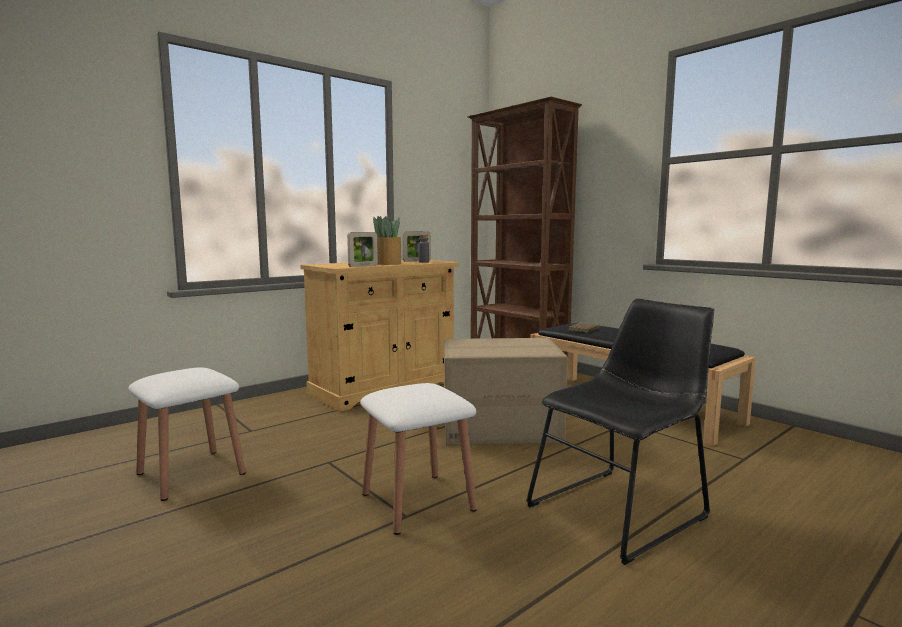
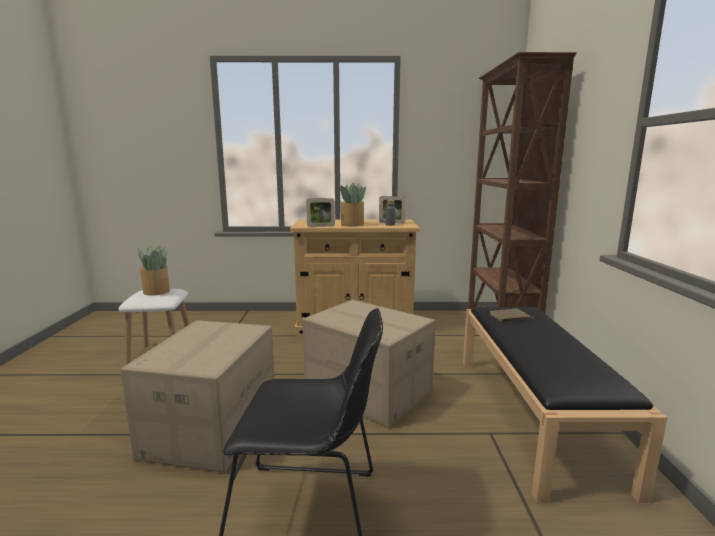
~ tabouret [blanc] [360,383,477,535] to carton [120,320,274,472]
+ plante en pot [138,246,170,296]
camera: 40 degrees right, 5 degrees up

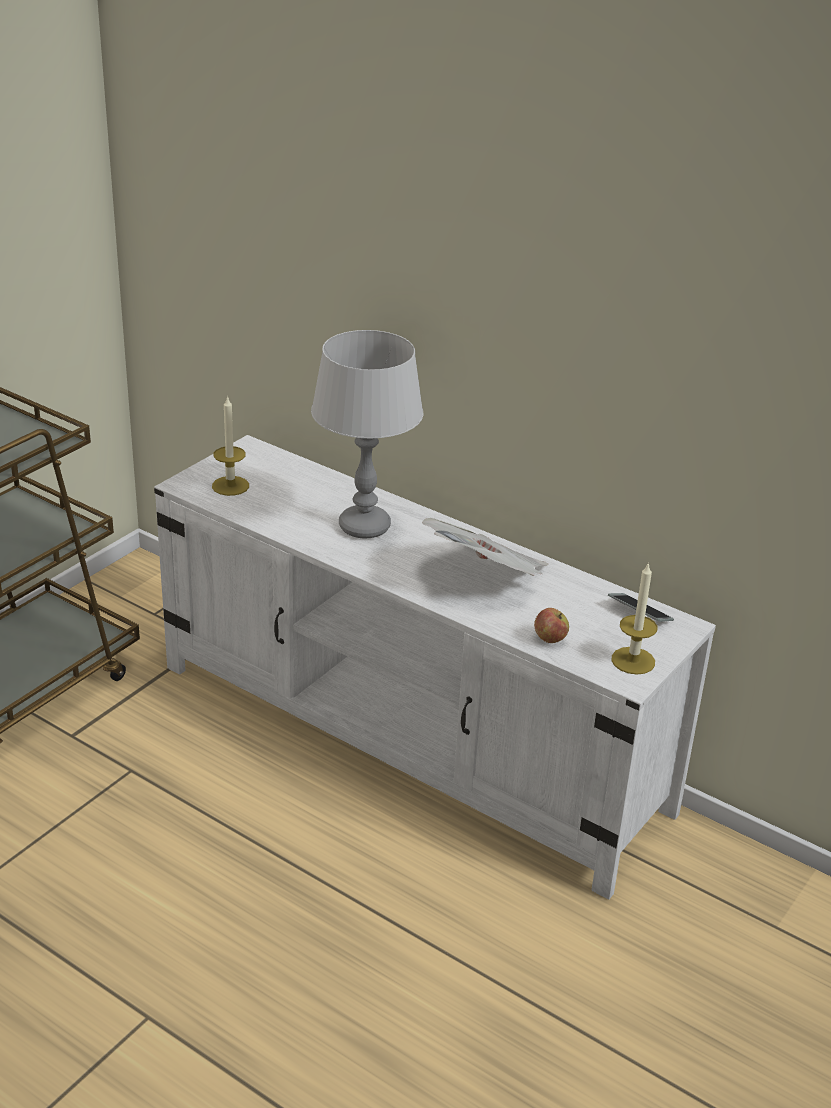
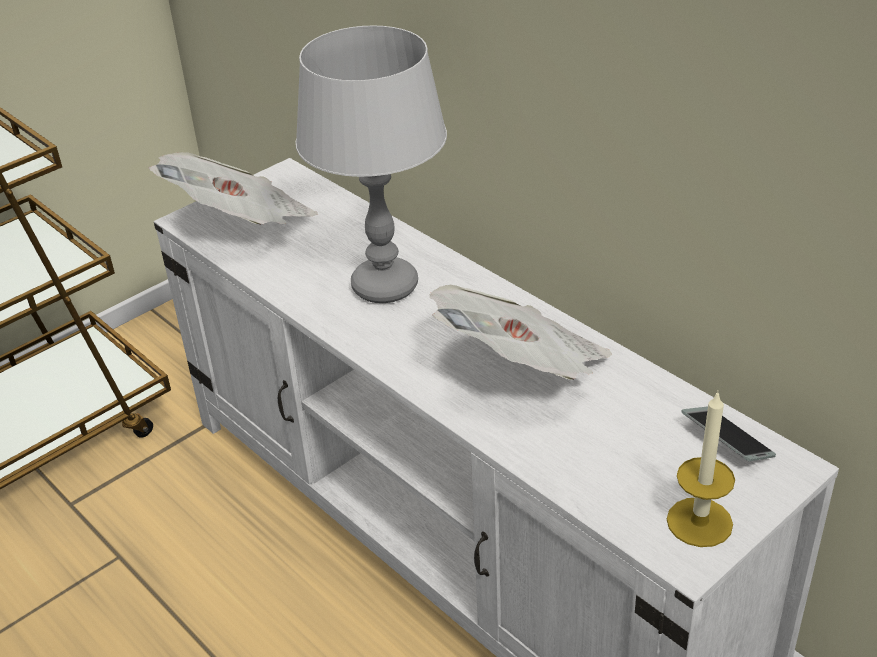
~ bougie [212,396,249,496] to journal [148,152,317,225]
- pomme [534,608,569,643]
camera: 15 degrees right, 5 degrees up

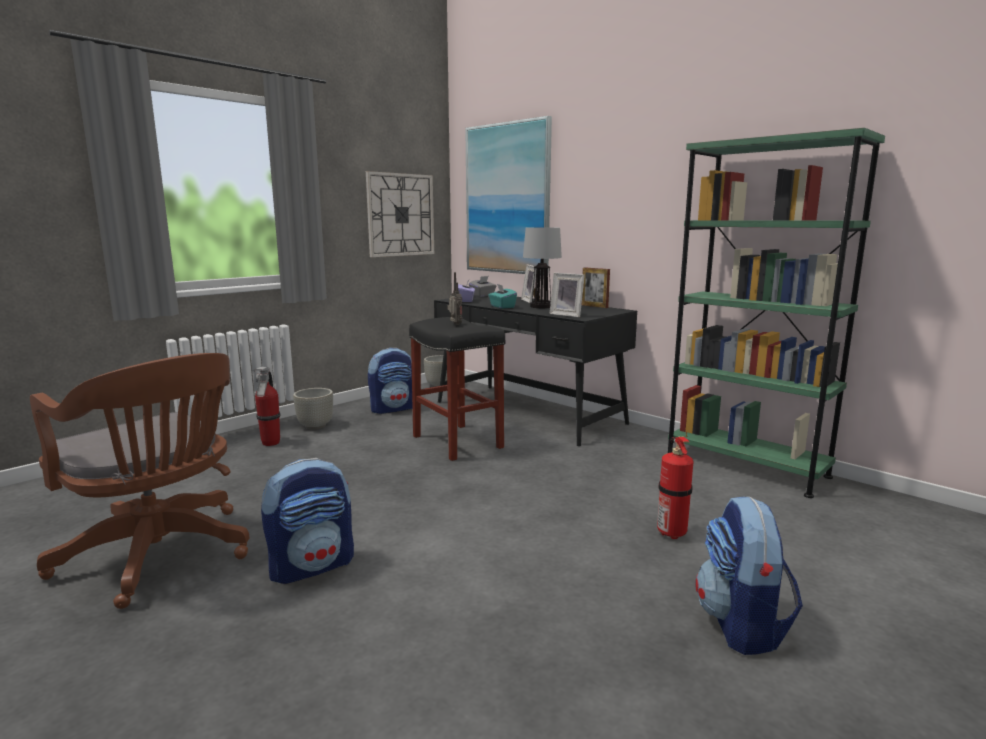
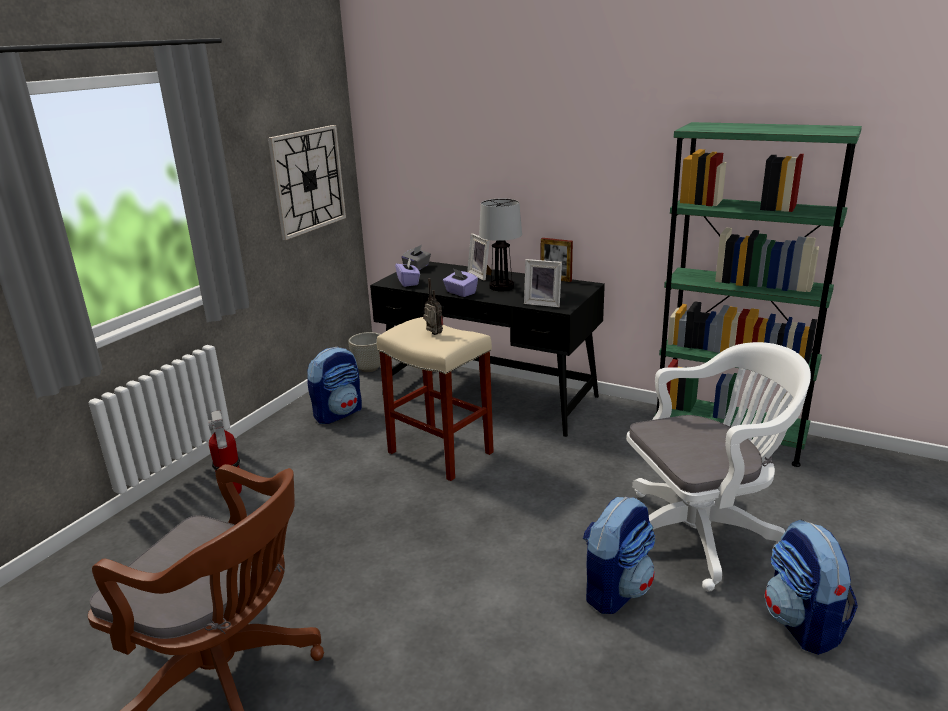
- tableau [465,116,552,276]
~ boîte à mouchoirs [turquoise] [488,284,517,309] to boîte à mouchoirs [violet] [443,268,478,297]
~ tabouret [noir] [409,317,505,461] to tabouret [beige] [377,317,494,481]
- cache-pot [gris] [293,388,333,430]
~ extincteur [657,428,694,539] to chaise de bureau [blanc] [627,342,811,592]
~ sac à dos [261,458,354,584] to [583,497,655,614]
camera: 15 degrees left, 10 degrees up

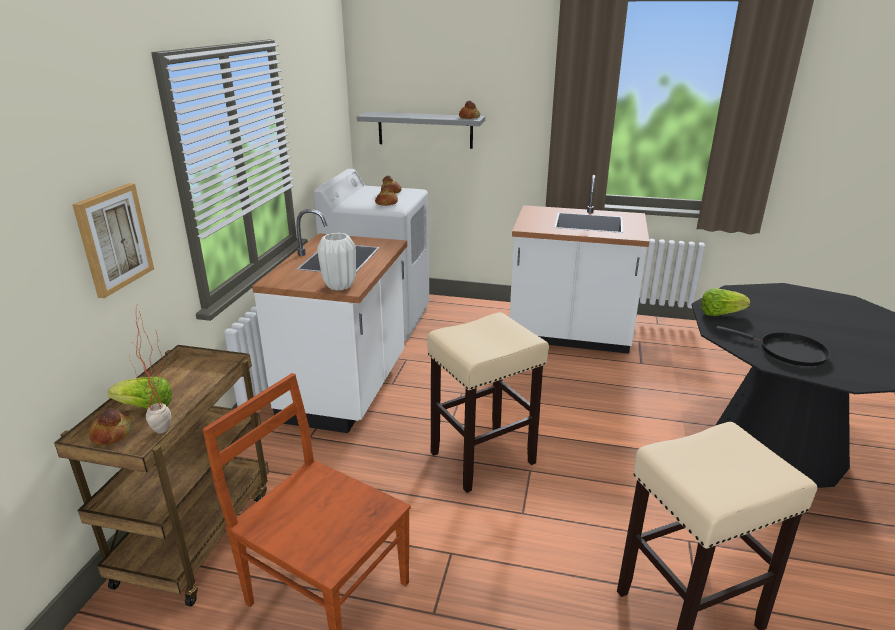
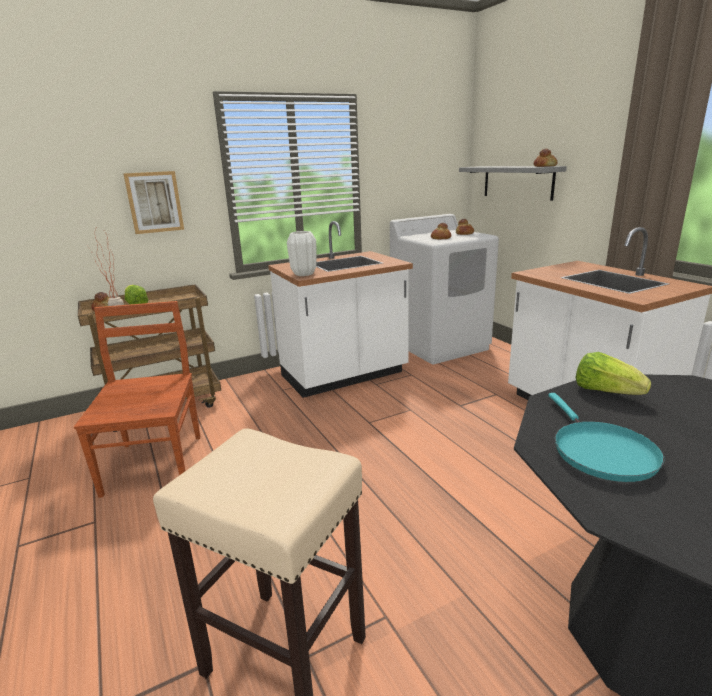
- tabouret [beige] [427,312,549,493]
~ poêle [noir] [716,326,830,366] to poêle [turquoise] [548,393,664,482]
camera: 50 degrees right, 5 degrees down

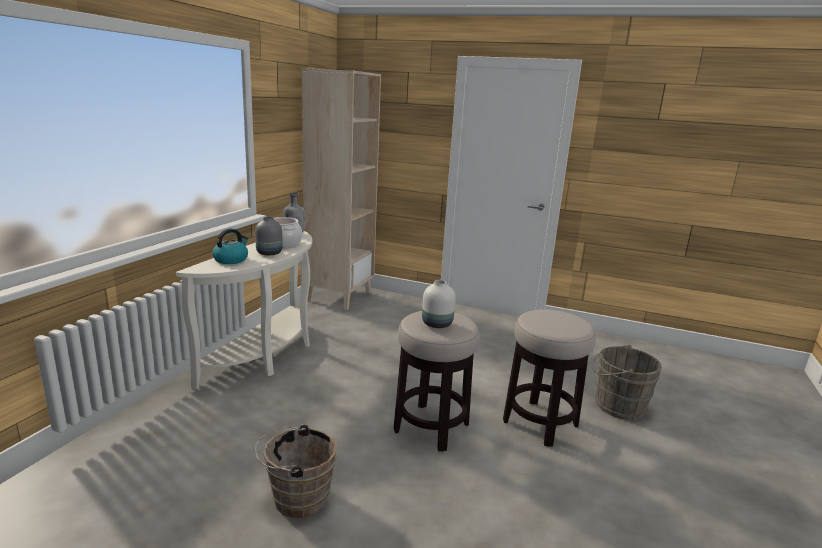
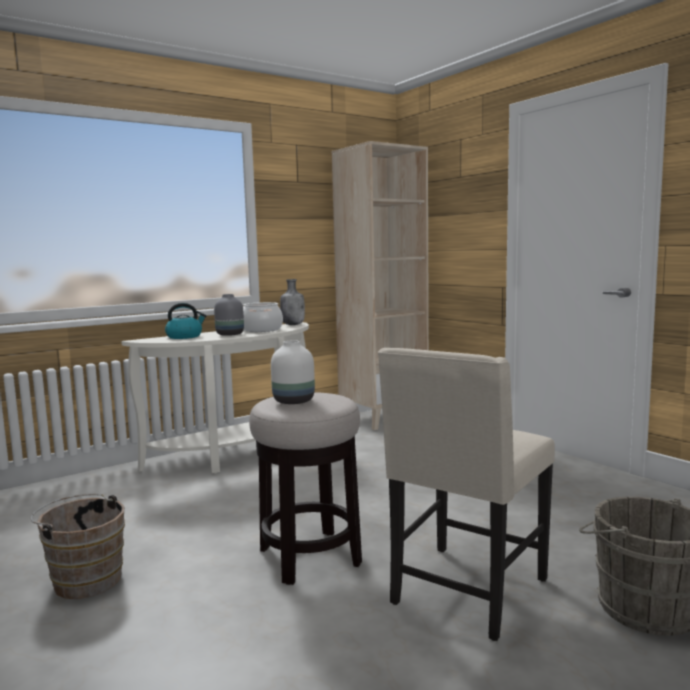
~ tabouret [503,309,596,447] to chaise [beige] [378,348,555,641]
camera: 35 degrees right, 10 degrees down

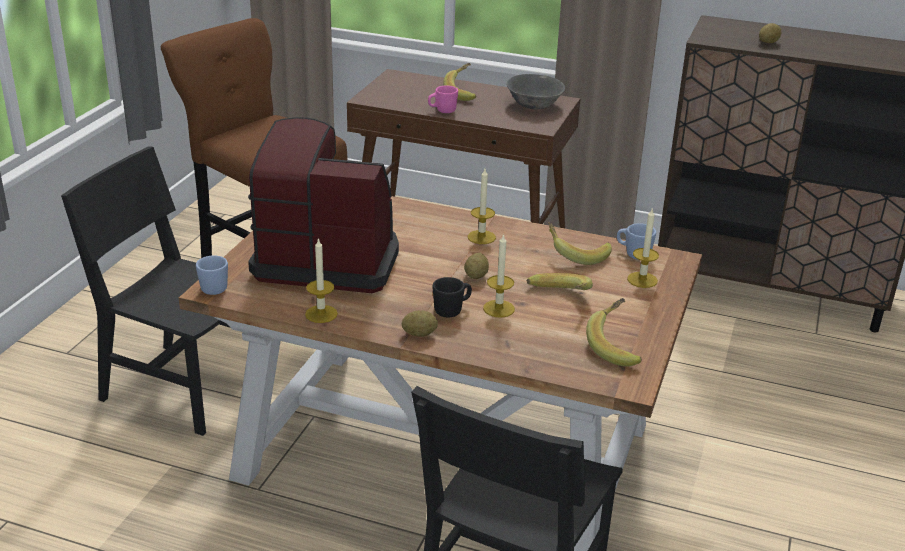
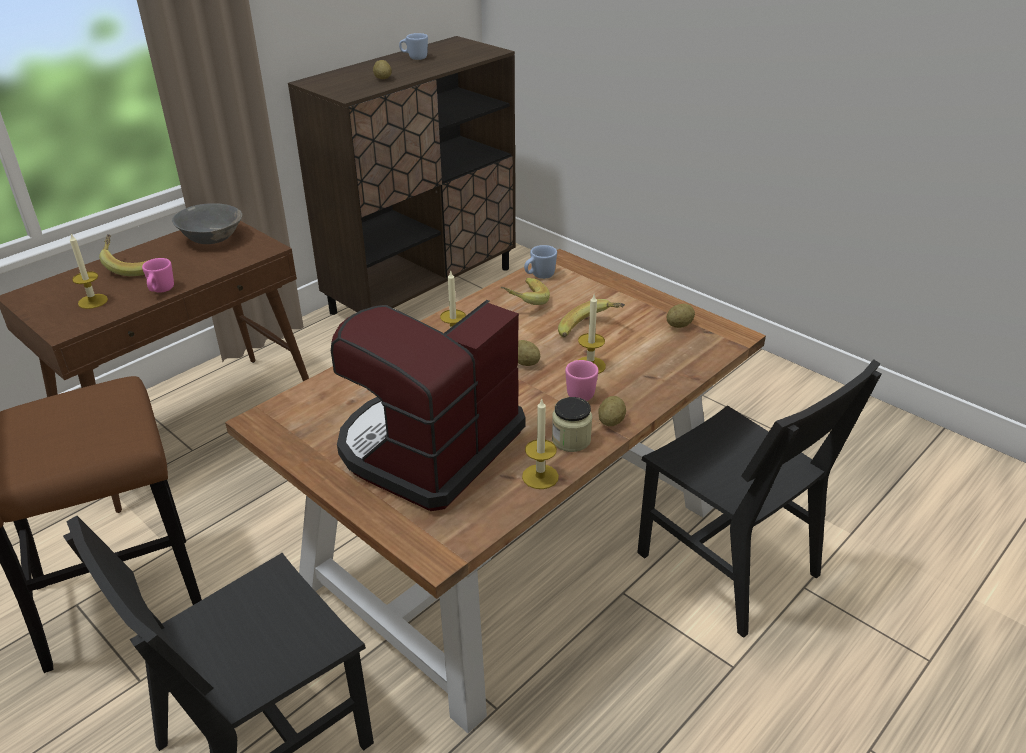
~ bougie [627,207,659,288] to [70,234,108,309]
~ mug [bleu] [196,255,228,295] to [399,33,428,60]
~ mug [noir] [432,277,472,318] to mug [rose] [565,360,598,401]
~ banane [586,298,642,367] to pomme de terre [667,304,695,328]
+ bocal [552,397,592,452]
camera: 65 degrees left, 5 degrees up

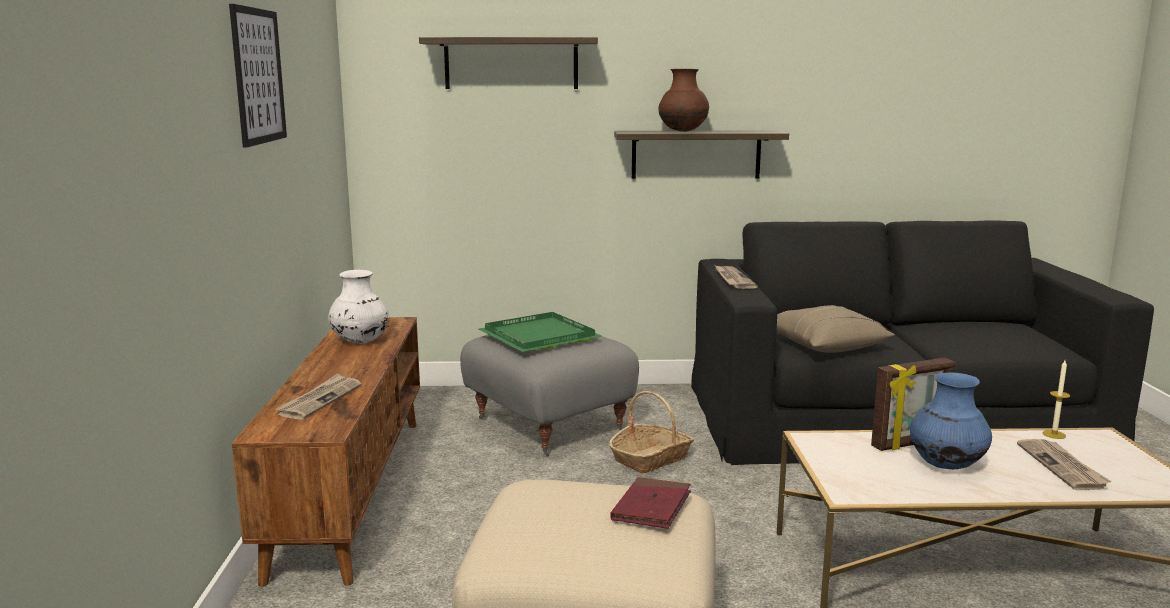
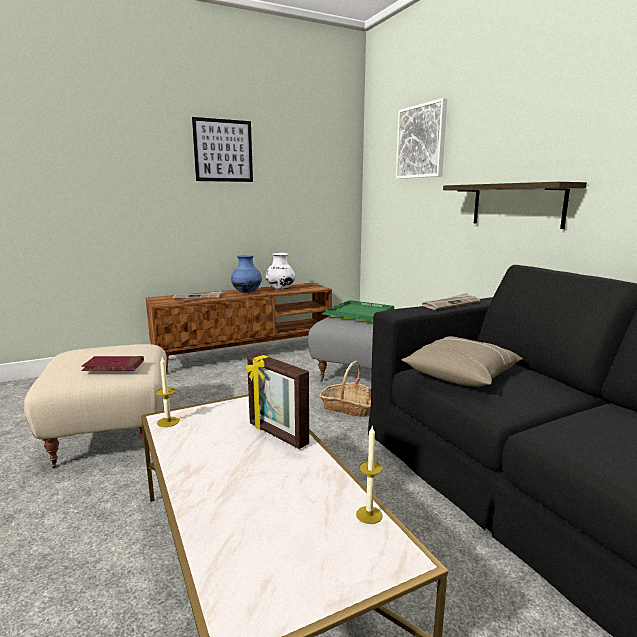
~ étagère [419,37,598,89] to tableau [396,98,447,179]
- vase [marron] [658,69,709,132]
~ vase [bleu] [910,373,992,469] to [231,255,262,293]
- journal [1017,439,1111,490]
+ bougie [156,357,180,427]
camera: 65 degrees right, 0 degrees up

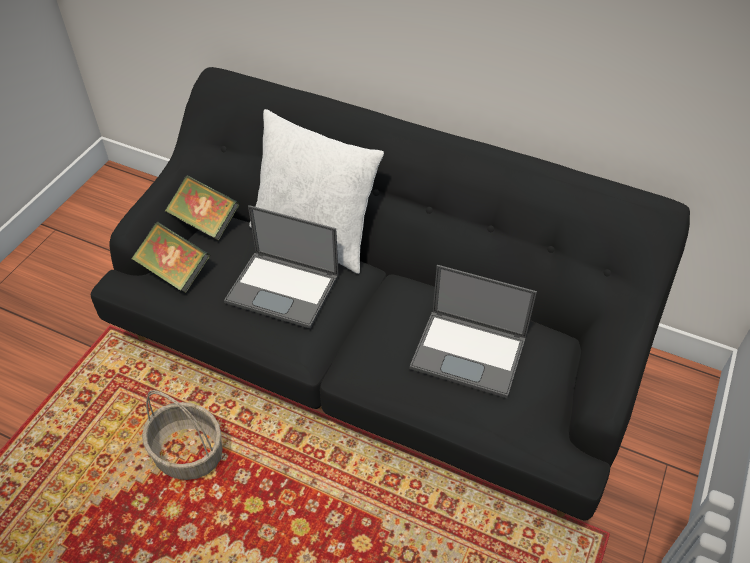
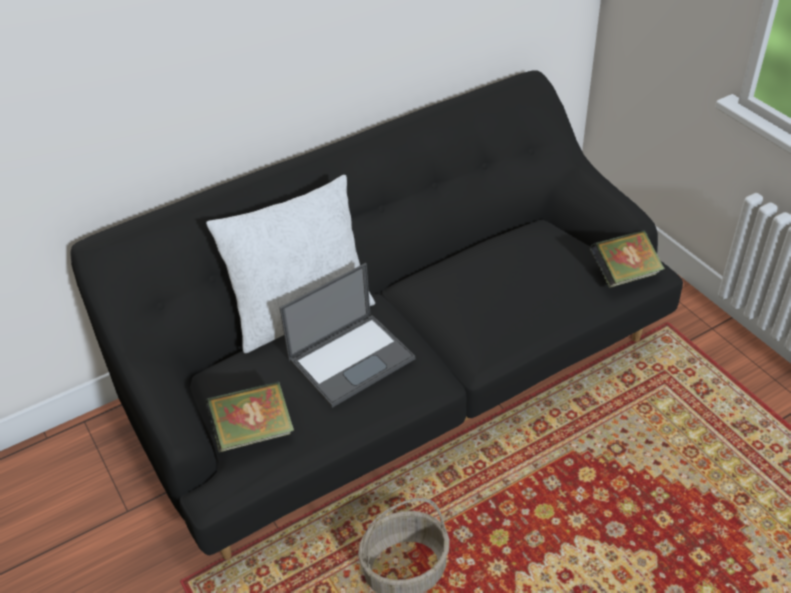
~ livre [165,175,240,241] to [589,230,665,288]
- ordinateur portable [409,265,537,398]
camera: 55 degrees left, 5 degrees down

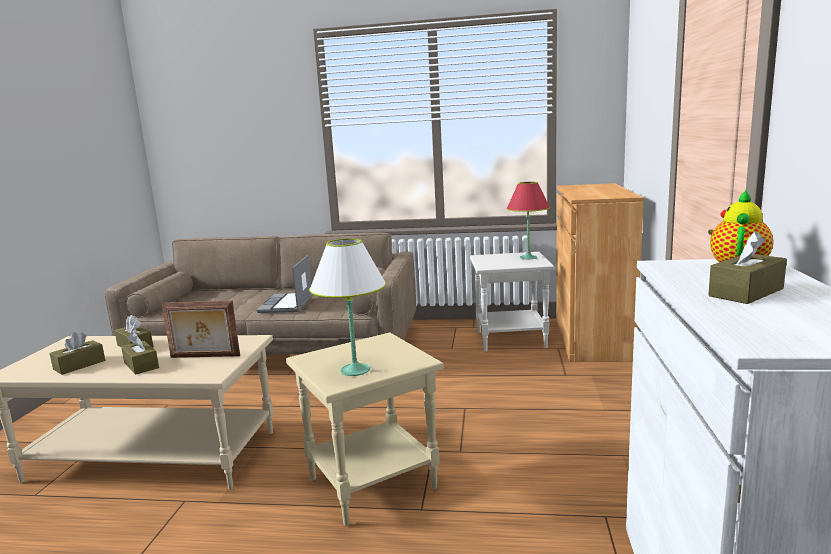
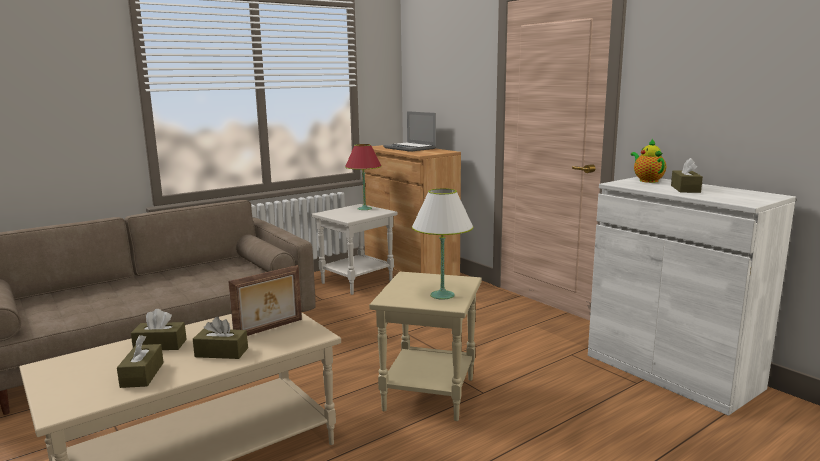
~ ordinateur portable [256,255,313,313] to [383,111,436,152]
camera: 45 degrees left, 0 degrees up

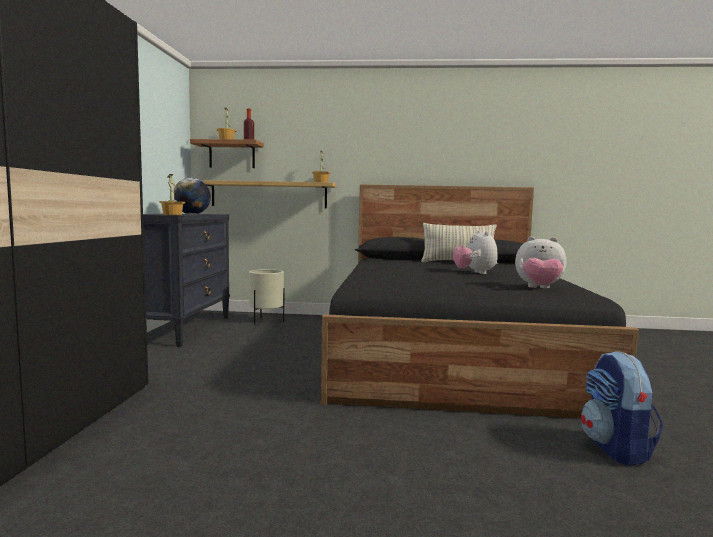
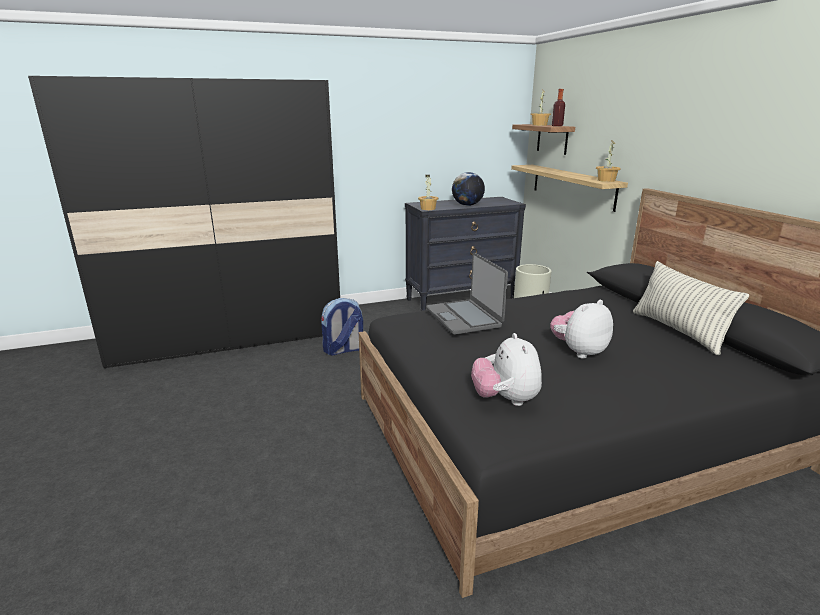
~ sac à dos [581,351,663,466] to [321,298,363,356]
+ ordinateur portable [426,252,508,335]
camera: 65 degrees right, 15 degrees up

